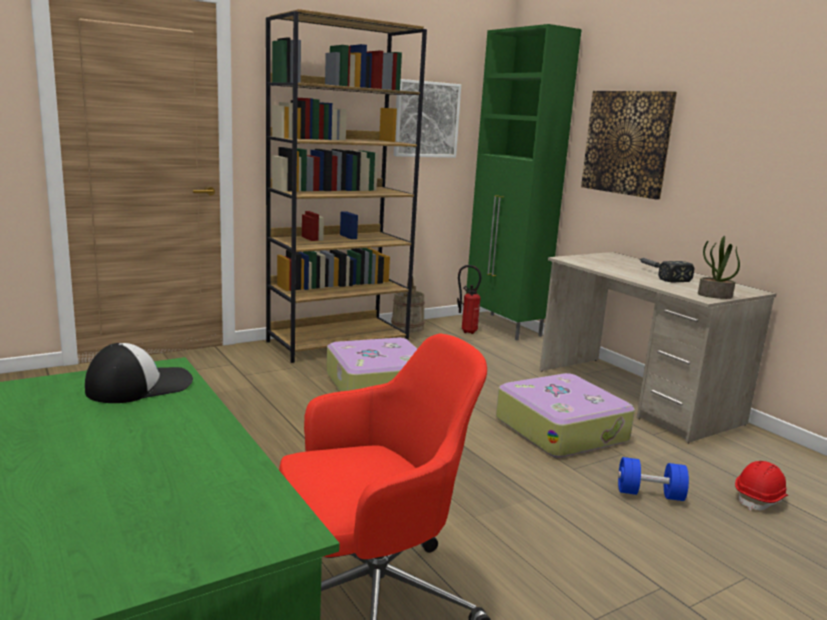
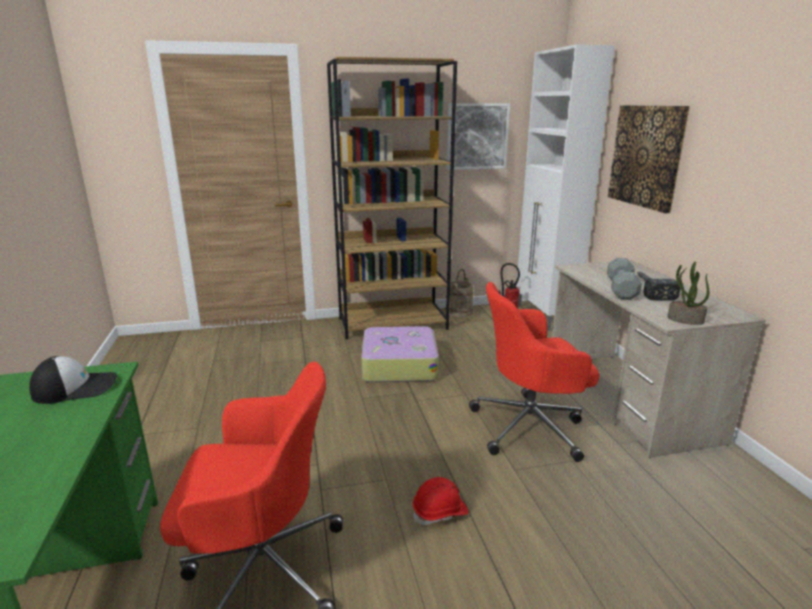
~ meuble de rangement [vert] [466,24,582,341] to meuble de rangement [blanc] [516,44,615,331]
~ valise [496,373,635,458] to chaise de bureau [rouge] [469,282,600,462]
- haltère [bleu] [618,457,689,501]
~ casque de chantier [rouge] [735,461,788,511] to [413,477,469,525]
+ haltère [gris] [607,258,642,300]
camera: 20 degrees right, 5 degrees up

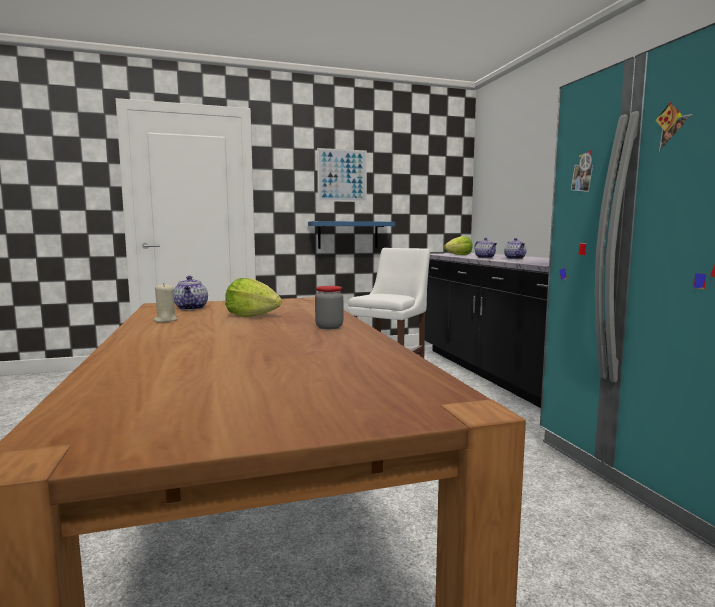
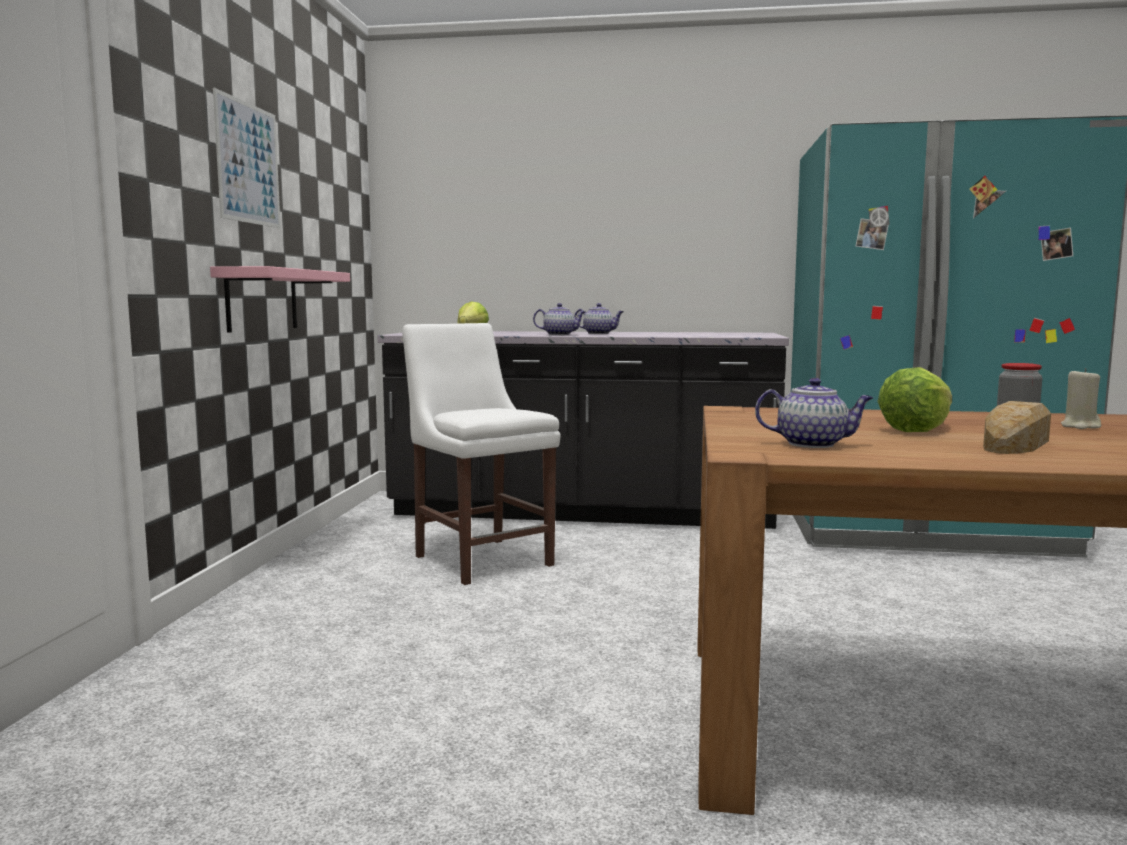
~ étagère [bleu] [308,221,395,249] to étagère [rose] [210,266,350,333]
~ bougie [beige] [153,283,178,322] to [1061,368,1101,429]
+ pain [983,401,1051,454]
camera: 65 degrees left, 0 degrees up

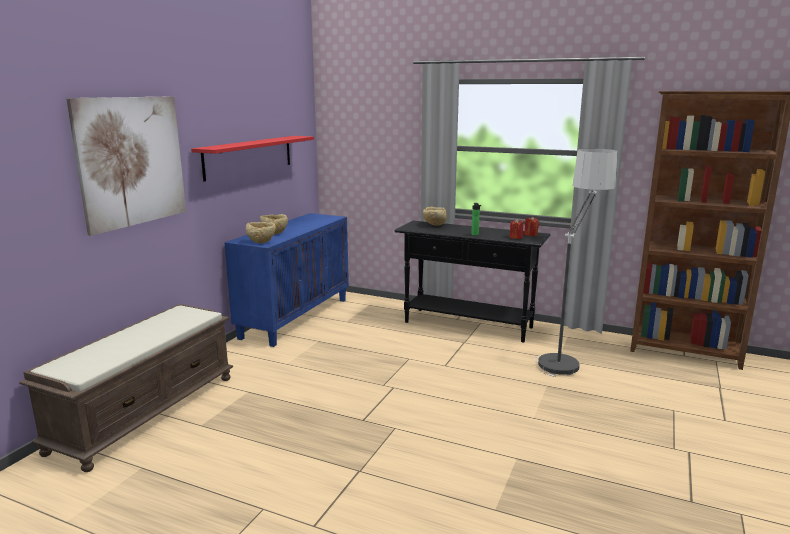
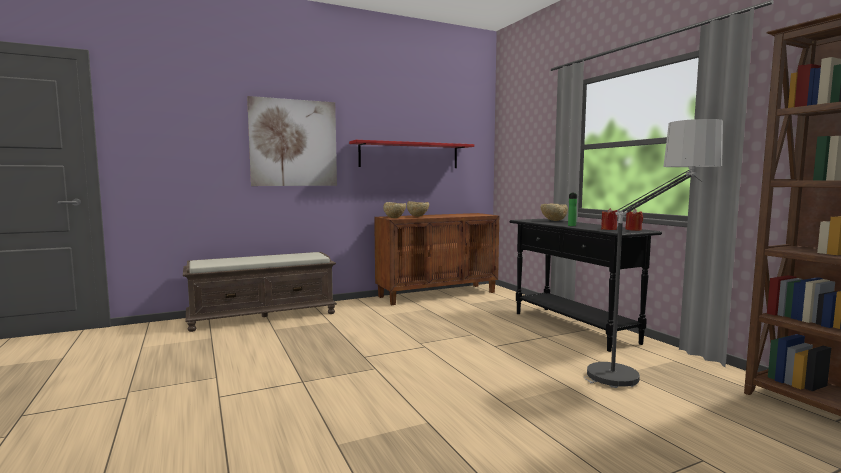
~ meuble de rangement [bleu] [224,213,349,347] to meuble de rangement [marron] [374,213,499,305]
camera: 40 degrees right, 10 degrees down

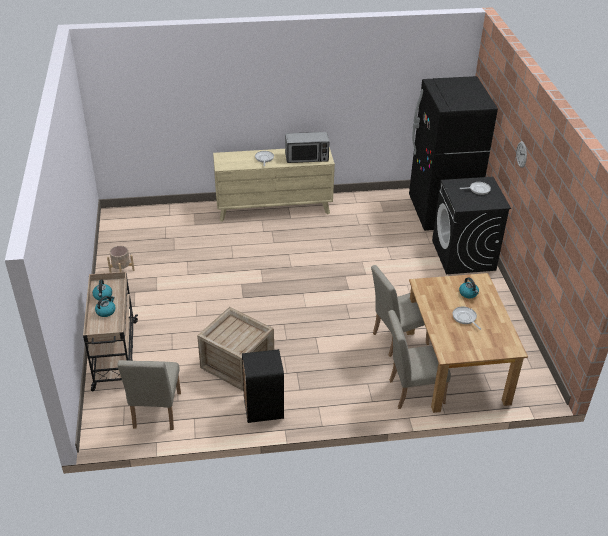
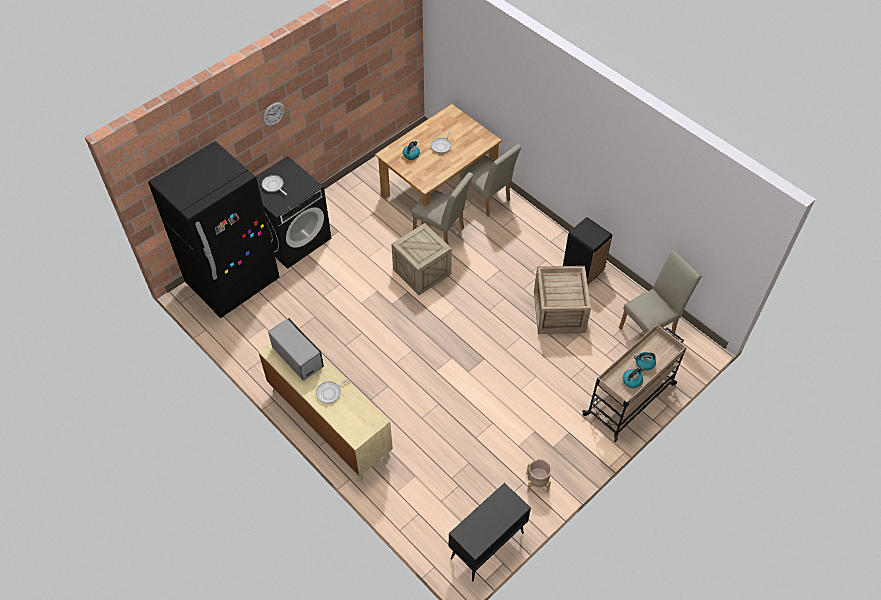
+ caisse [391,223,452,295]
+ meuble de rangement [noir] [449,483,531,581]
camera: 125 degrees left, 15 degrees up

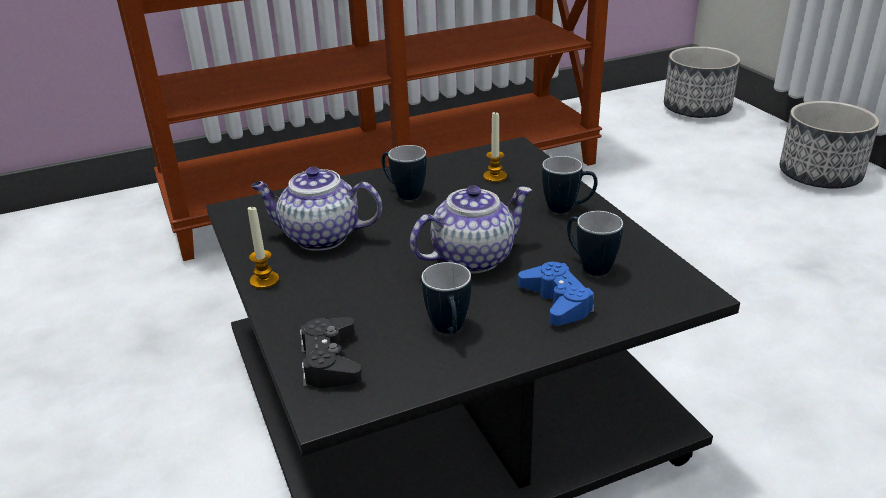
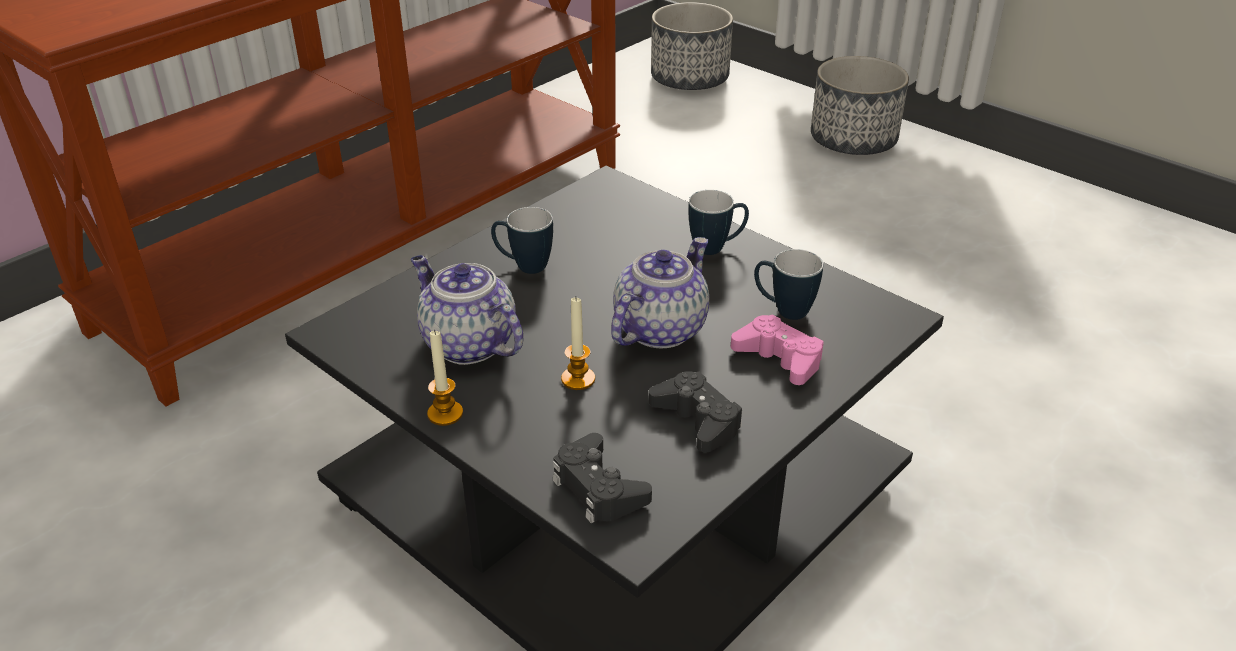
~ bougie [483,110,507,182] to [561,298,595,390]
~ théière [251,166,382,251] = [411,255,523,365] 60 degrees clockwise
~ mug [422,262,471,335] to manette [noir] [648,371,742,453]
~ manette [bleu] [518,262,594,326] to manette [rose] [731,314,824,385]
camera: 25 degrees left, 5 degrees up

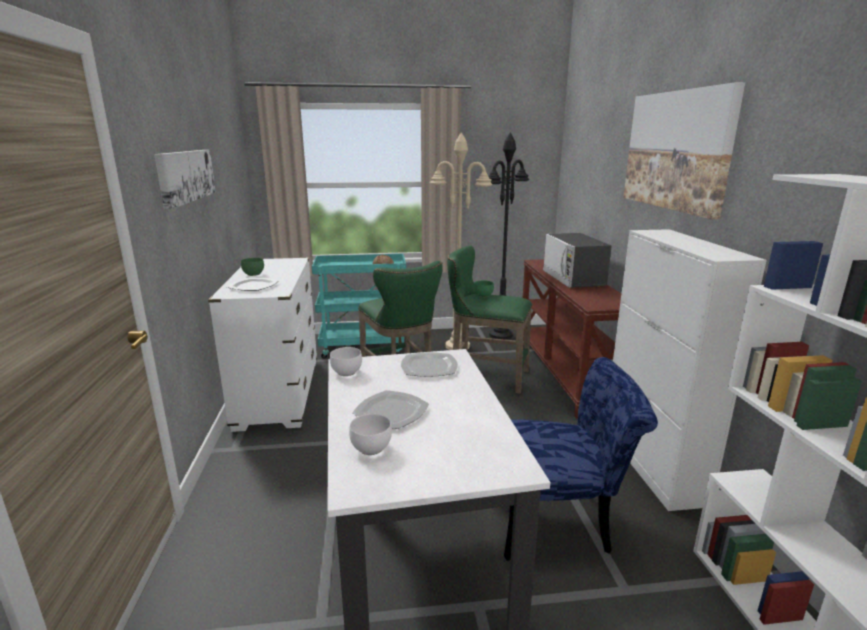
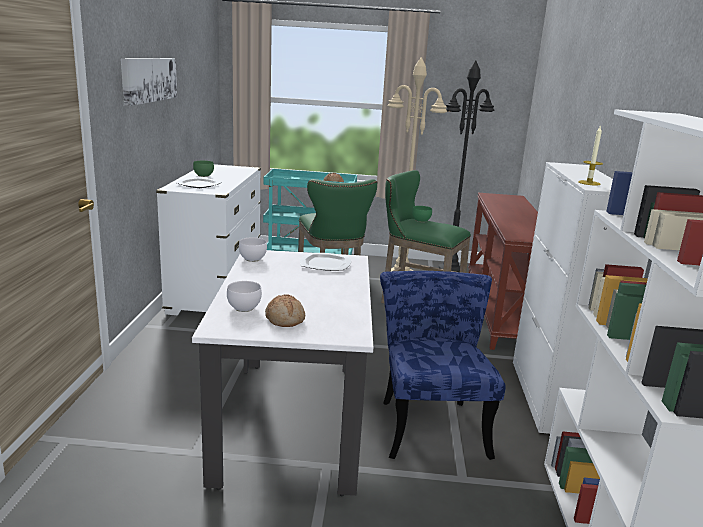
- tableau [623,82,745,219]
- micro-ondes [543,233,612,288]
~ chaise [bleu] [504,357,658,561] = [380,271,506,460] 105 degrees counterclockwise
- assiette [352,390,429,429]
+ bougie [578,125,603,186]
+ pain [265,294,305,327]
camera: 10 degrees right, 0 degrees up

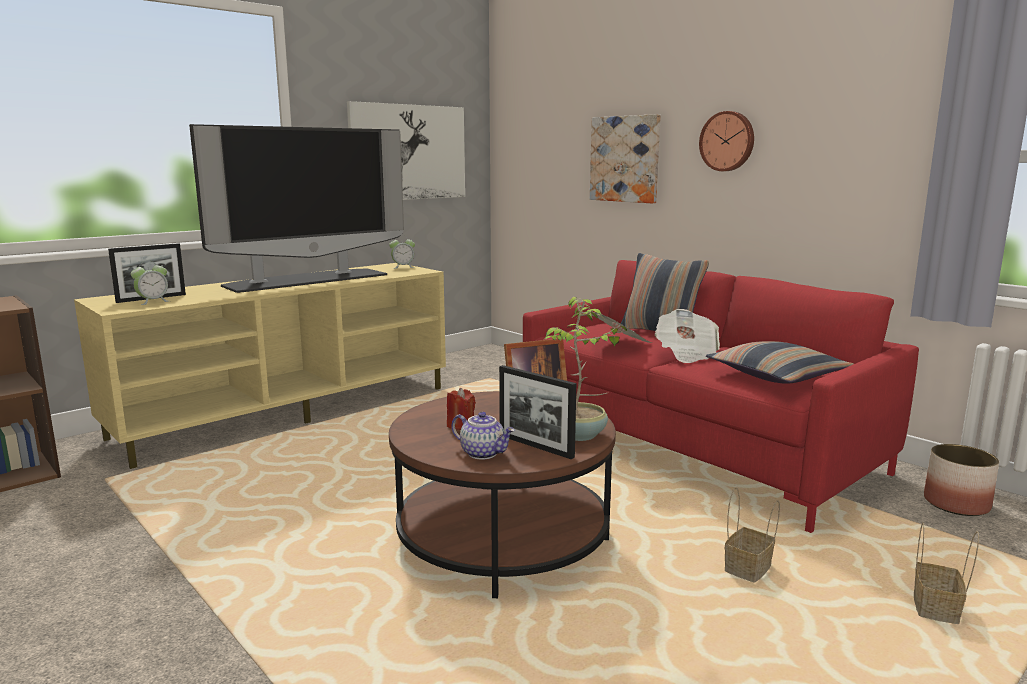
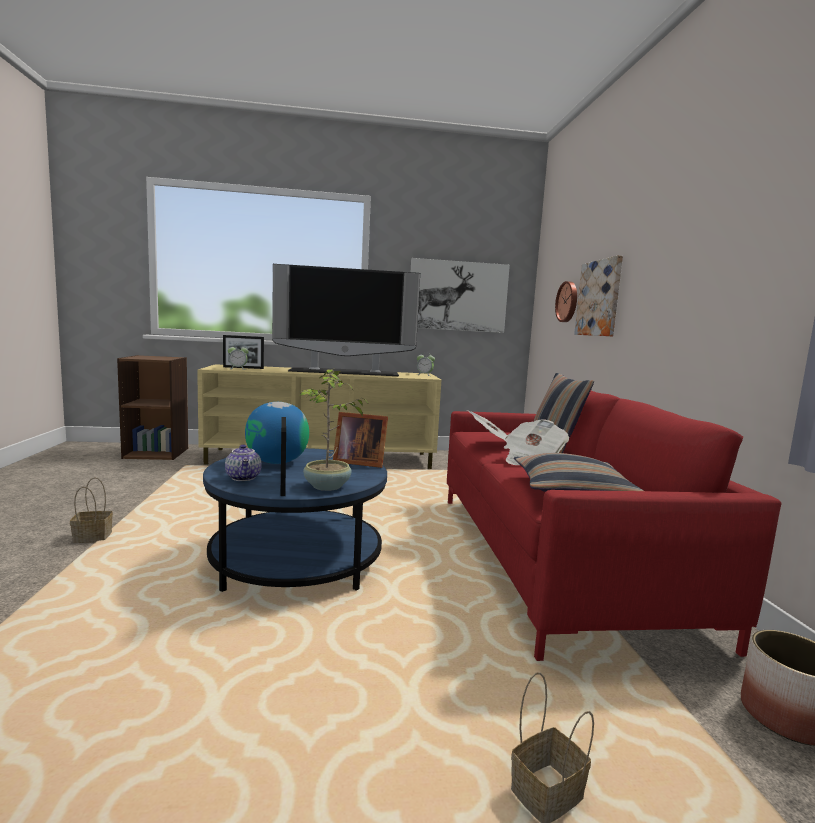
~ horloge murale [699,111,754,171] to [555,281,577,322]
~ bougie [rouge] [447,388,476,430] to globe [245,402,309,464]
~ table basse [marron] [389,391,616,598] to table basse [bleu] [203,448,387,592]
~ panier [725,487,780,582] to [70,477,113,543]
camera: 35 degrees right, 5 degrees down

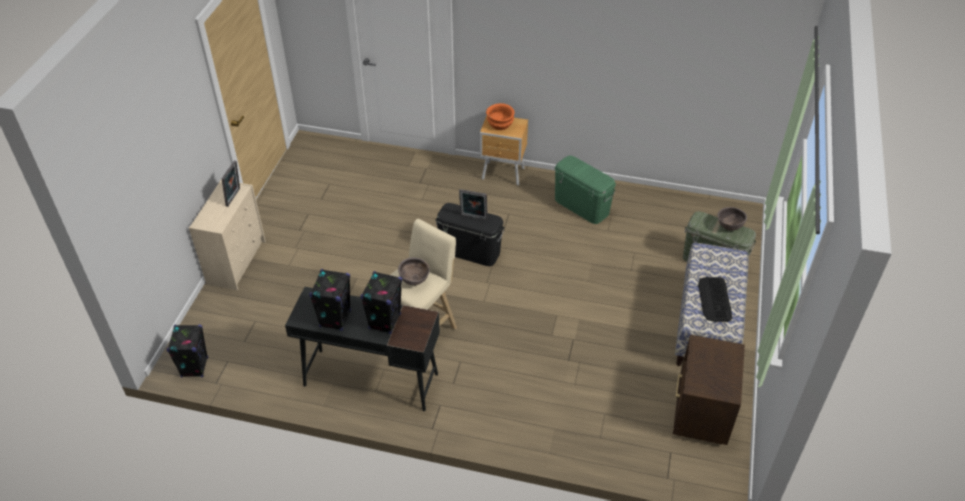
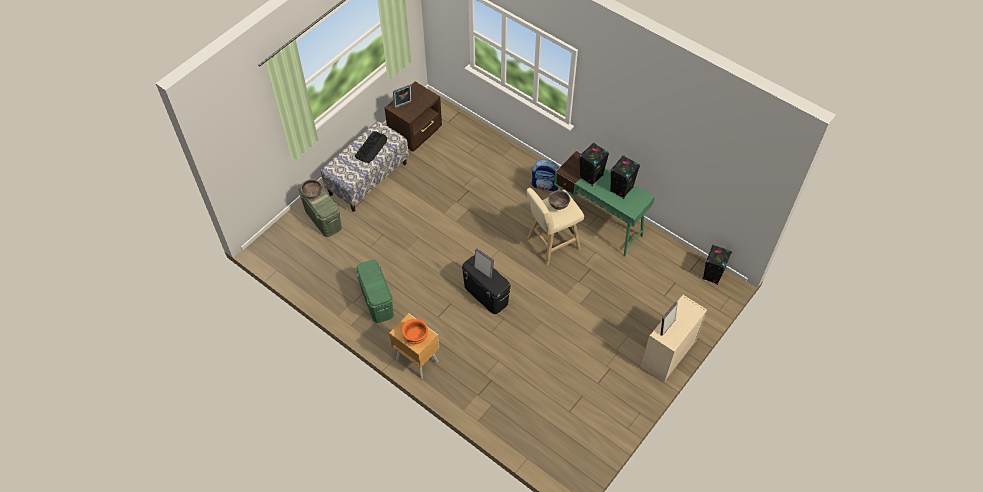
~ bureau [noir] [285,287,440,411] to bureau [vert] [554,151,655,257]
+ cadre photo [393,84,413,109]
+ sac à dos [532,160,559,192]
camera: 155 degrees left, 10 degrees up

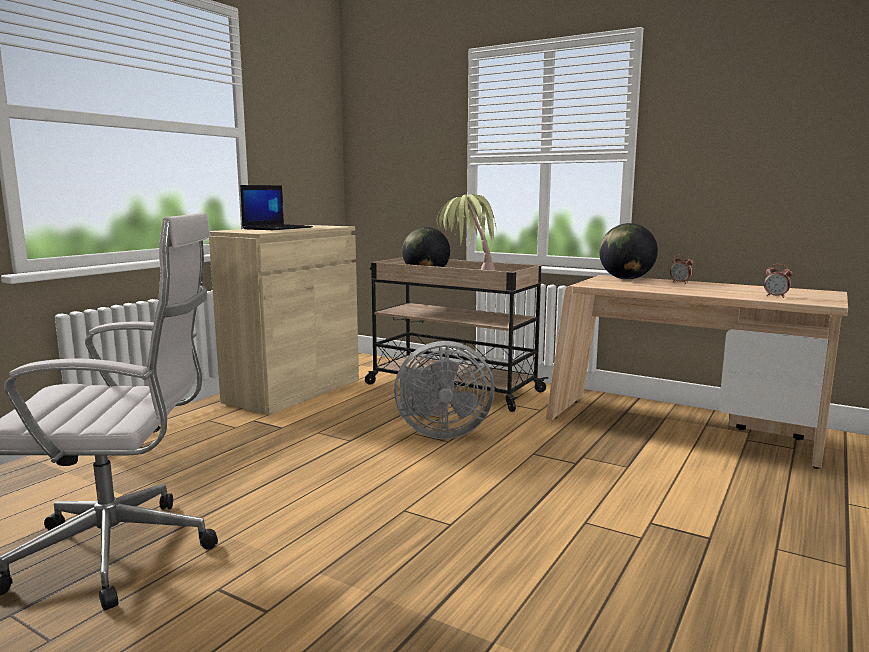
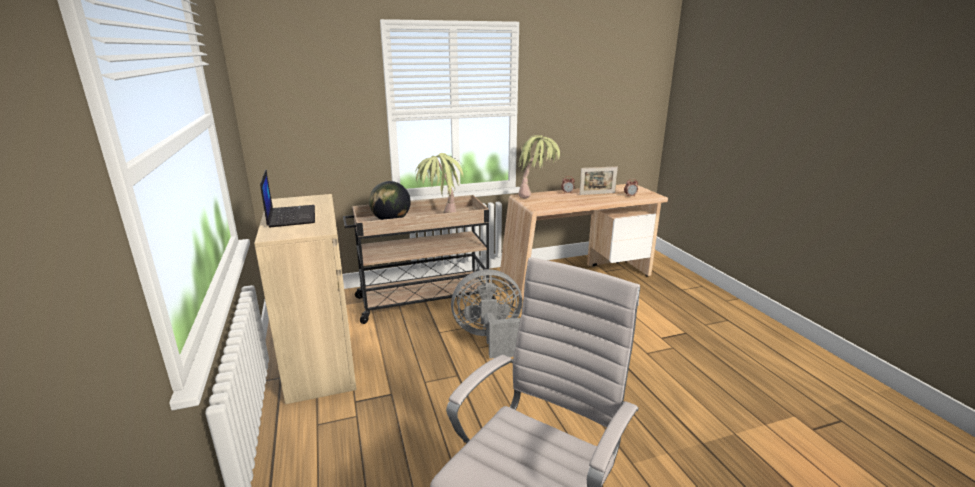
~ globe [599,223,658,280] to plante en pot [518,135,563,199]
~ ventilateur [gris] [394,341,495,439] = [451,269,522,359] 135 degrees counterclockwise
+ cadre photo [579,166,618,195]
camera: 50 degrees left, 10 degrees up

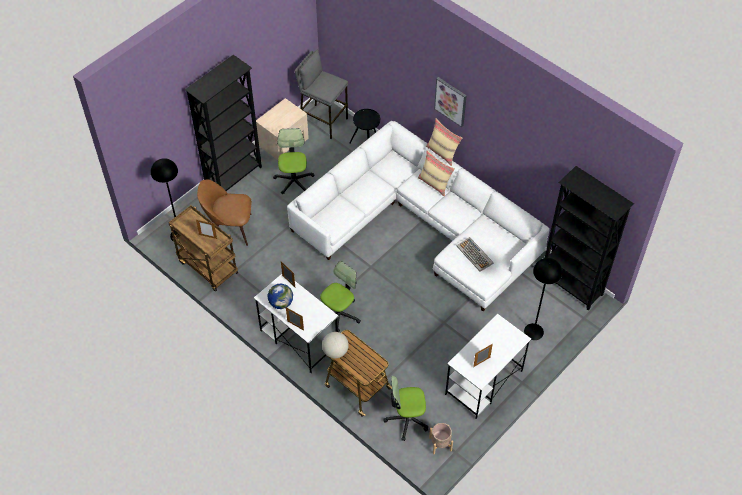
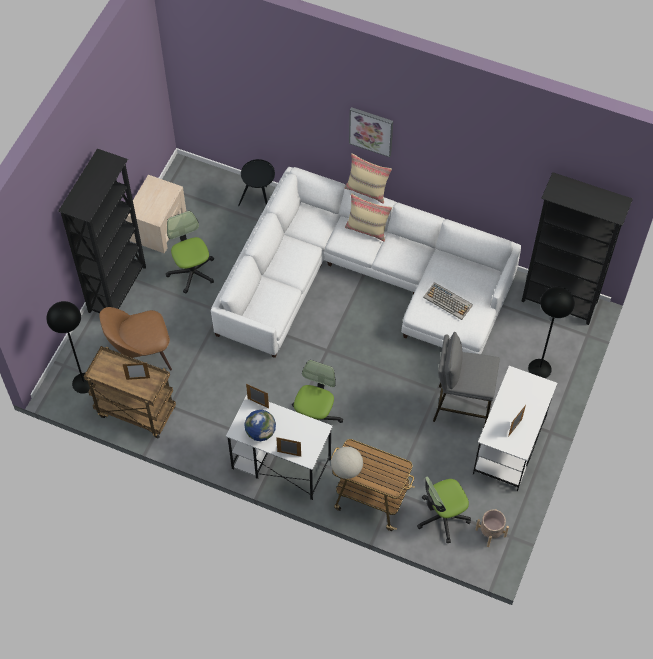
~ tabouret [gris] [294,50,348,139] to [433,332,500,426]
camera: 20 degrees left, 5 degrees up

